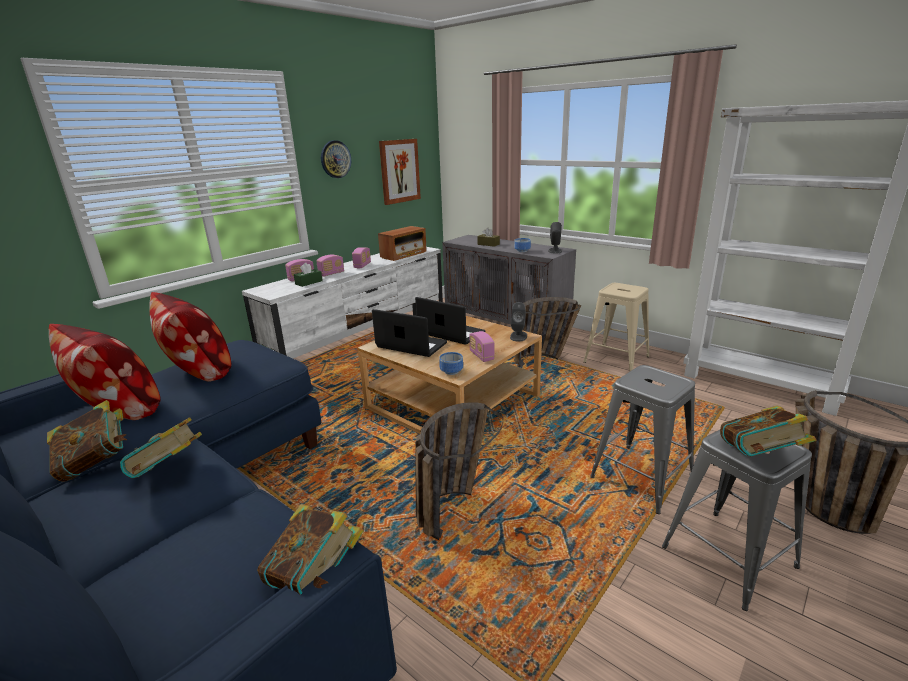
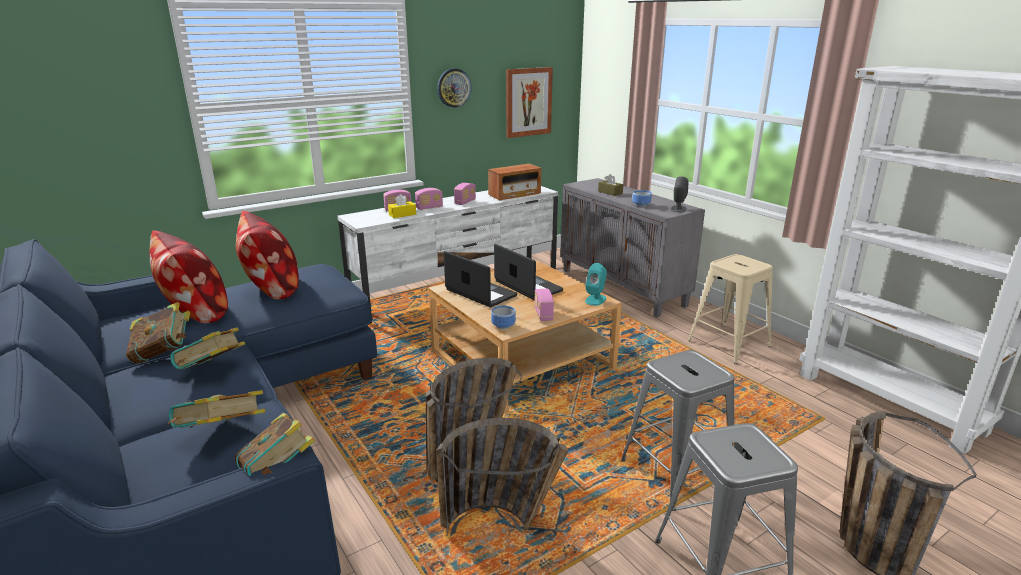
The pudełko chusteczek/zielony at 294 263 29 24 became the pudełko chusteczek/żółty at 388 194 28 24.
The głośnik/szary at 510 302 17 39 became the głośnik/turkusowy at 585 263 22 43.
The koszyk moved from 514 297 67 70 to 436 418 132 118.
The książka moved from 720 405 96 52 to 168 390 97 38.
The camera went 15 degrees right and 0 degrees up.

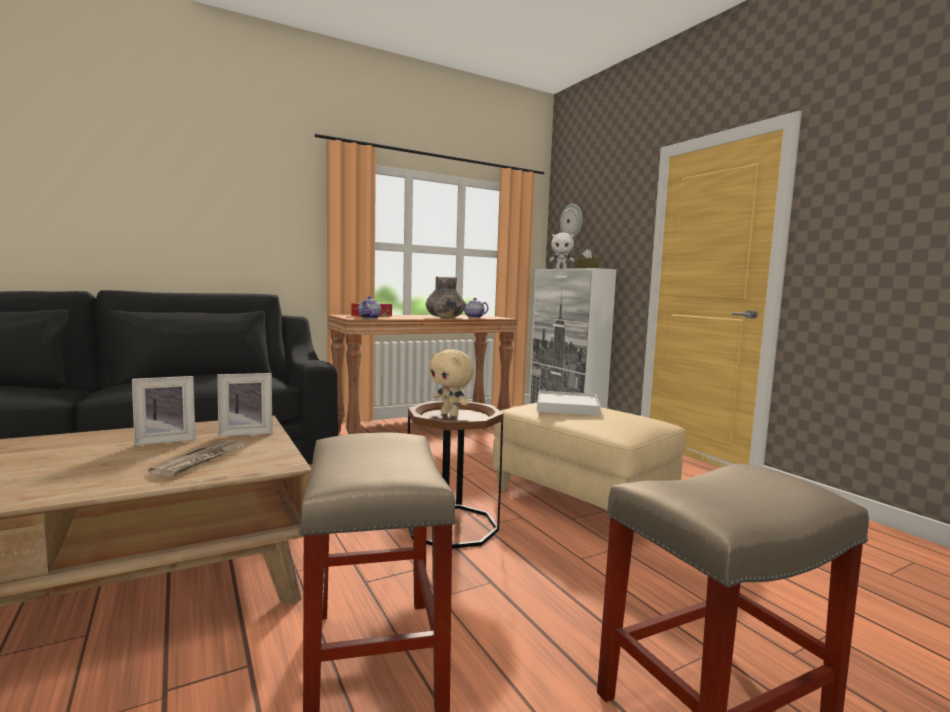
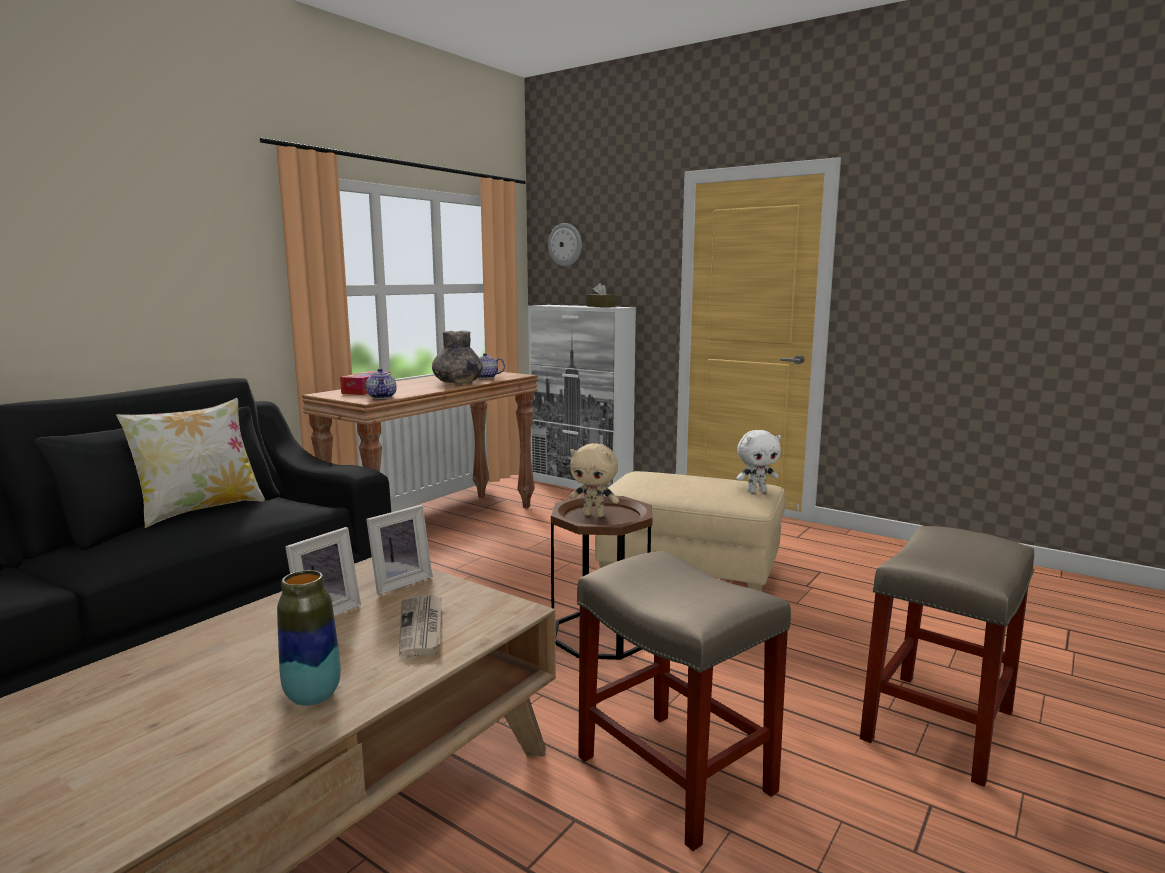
The taca/biały at 537 390 64 26 disappeared.
The pluszak/biały moved from 549 233 25 36 to 736 430 45 63.
The poduszka at 116 398 149 130 appeared.
The wazon at 277 570 64 136 appeared.
The camera went 25 degrees left and 5 degrees up.

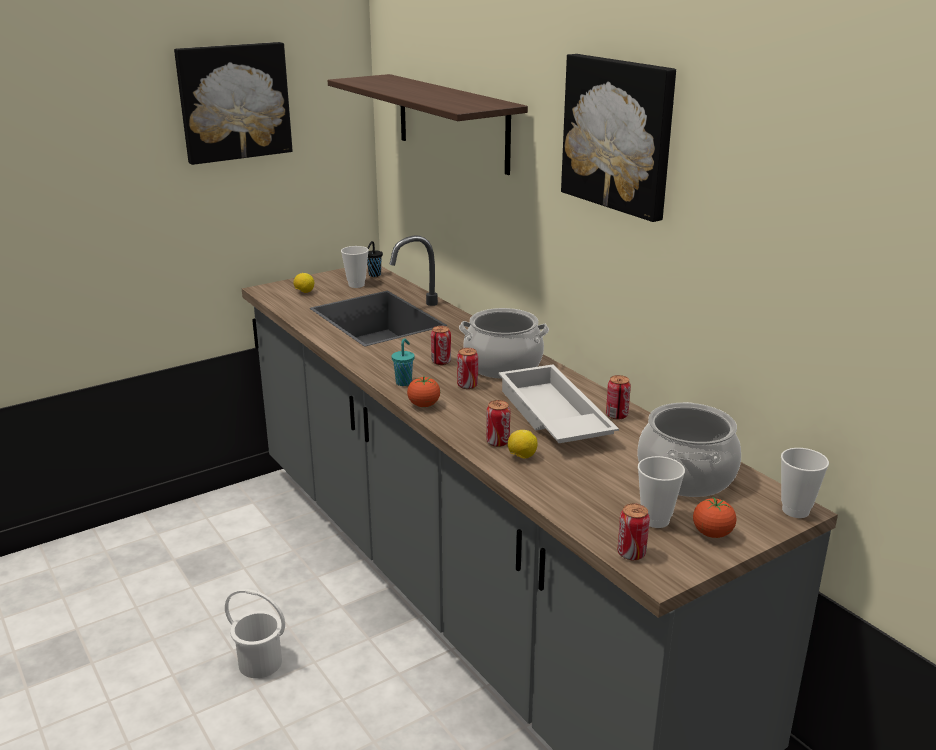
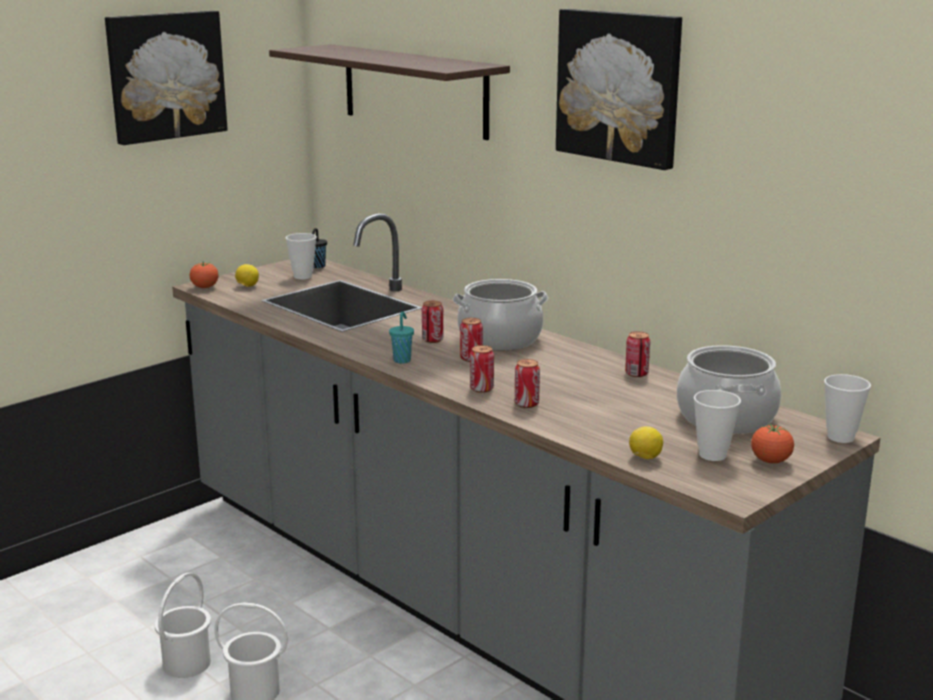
The pomidor moved from 407 376 33 31 to 190 262 29 26.
The taca/biały at 498 365 121 78 disappeared.
The cytryna moved from 508 430 30 29 to 629 426 34 33.
The puszka moved from 618 503 32 57 to 470 345 24 48.
The wiadro/biały at 154 573 57 105 appeared.
The camera went 10 degrees left and 5 degrees down.

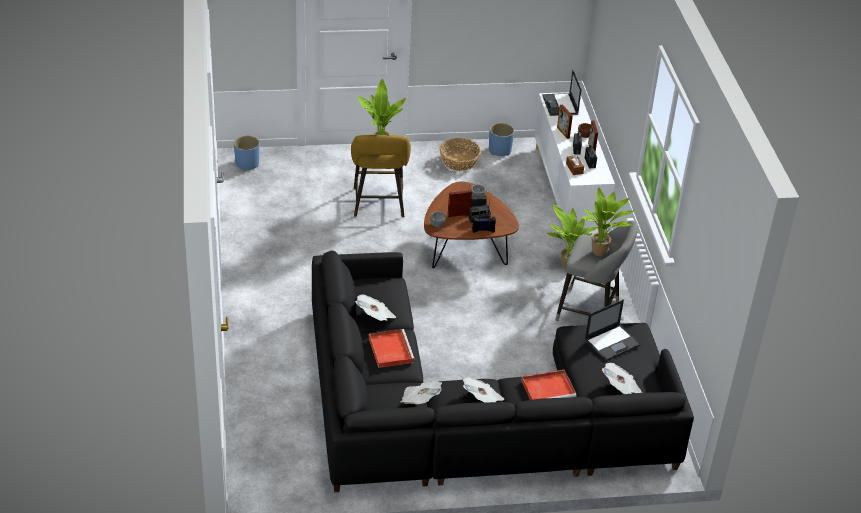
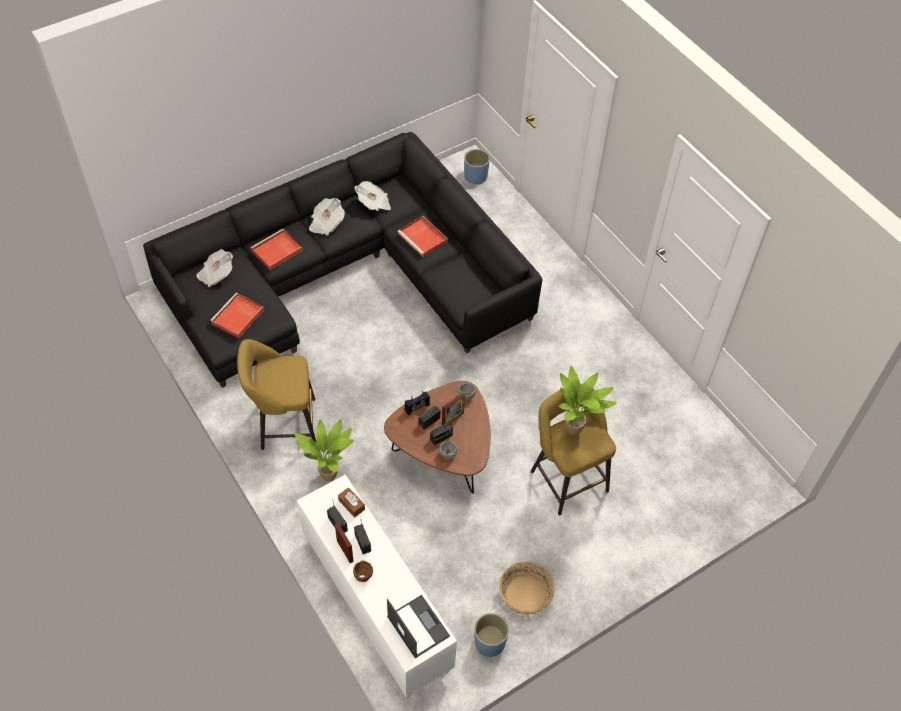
The donica/niebieski moved from 234 136 26 35 to 464 149 26 36.
The gazeta at 355 294 41 27 disappeared.
The stołek/szary at 555 221 83 100 became the stołek/żółty at 237 339 80 111.
The ramka na zdjęcie at 557 104 16 35 disappeared.
The roślina doniczkowa at 581 188 53 68 disappeared.
The laptop at 585 299 56 62 was replaced by the taca/czerwony at 210 293 54 45.
The camera went 155 degrees right and 15 degrees up.

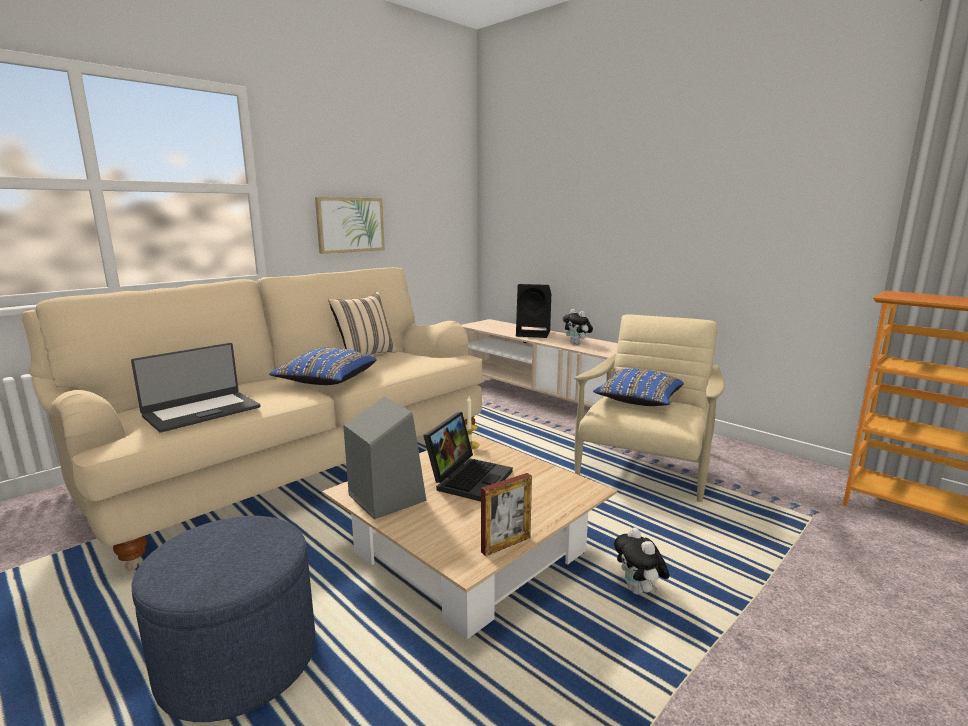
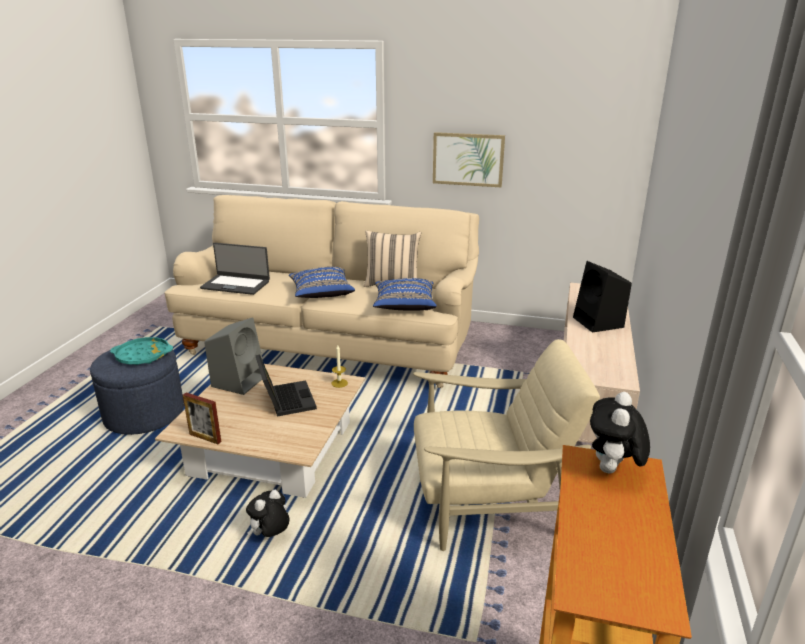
The laptop at 423 412 90 89 turned 105 degrees counterclockwise.
The pluszak moved from 563 309 30 35 to 590 392 60 81.
The poduszka/niebieski moved from 593 368 91 38 to 373 278 64 33.
The taca/turkusowy at 110 337 63 28 appeared.
The camera went 60 degrees right and 10 degrees up.

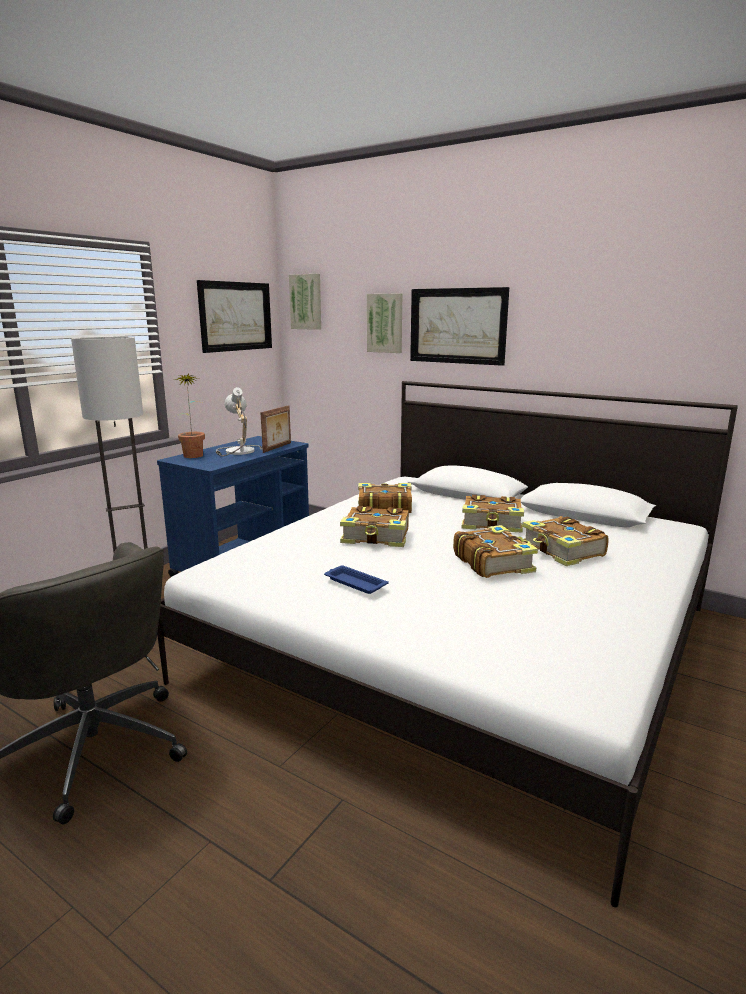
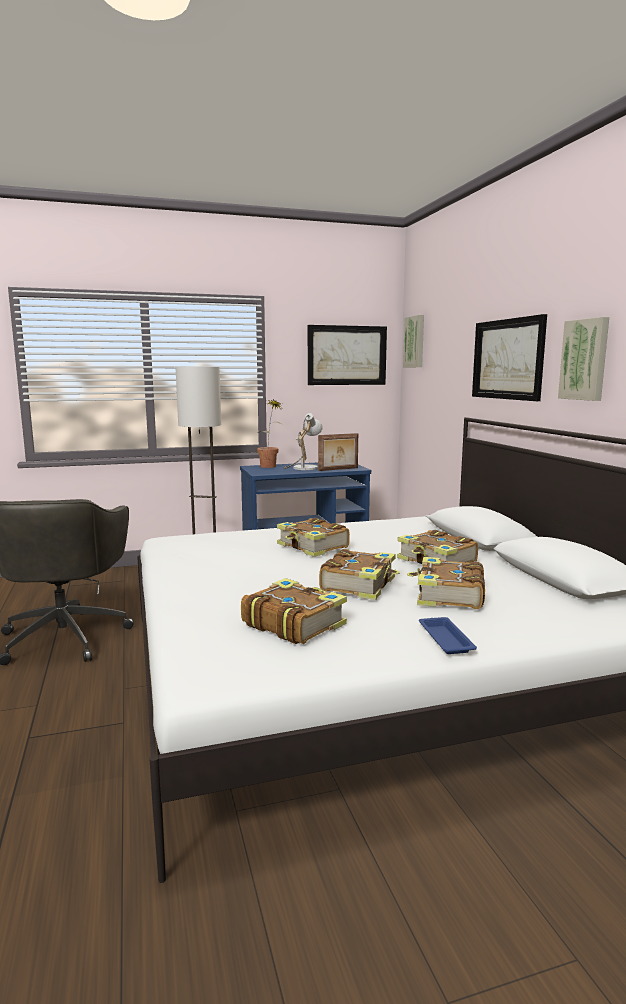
The taca/niebieski moved from 324 566 65 28 to 419 617 58 37.
The książka moved from 358 483 54 30 to 241 578 106 66.
The obraz moved from 367 293 35 60 to 558 317 51 84.
The camera went 40 degrees right and 5 degrees down.

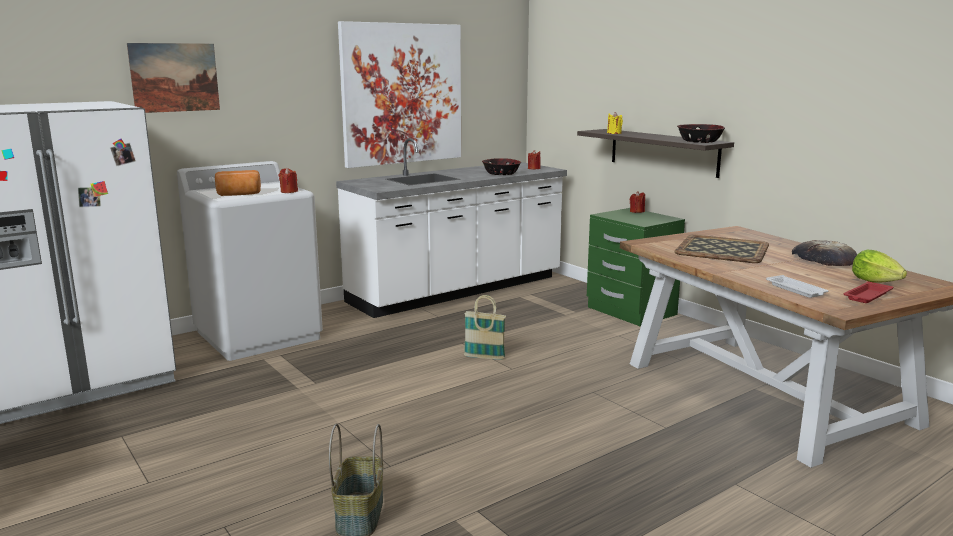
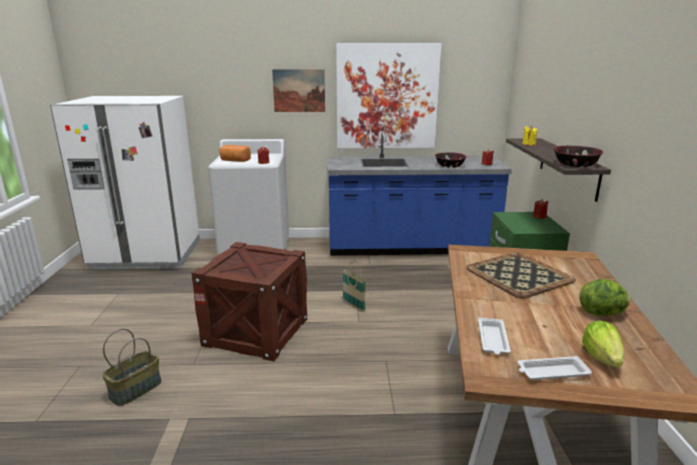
The obraz moved from 127 43 93 70 to 272 69 53 43.
The zabudowa kuchenna/biały at 336 138 231 180 became the zabudowa kuchenna/niebieski at 328 131 184 125.
The chleb at 792 240 66 26 was replaced by the sałata at 579 279 51 37.
The taca/czerwony at 844 281 49 22 became the taca/biały at 517 356 75 24.
The skrzynka at 192 242 115 120 appeared.
The camera went 35 degrees right and 5 degrees up.

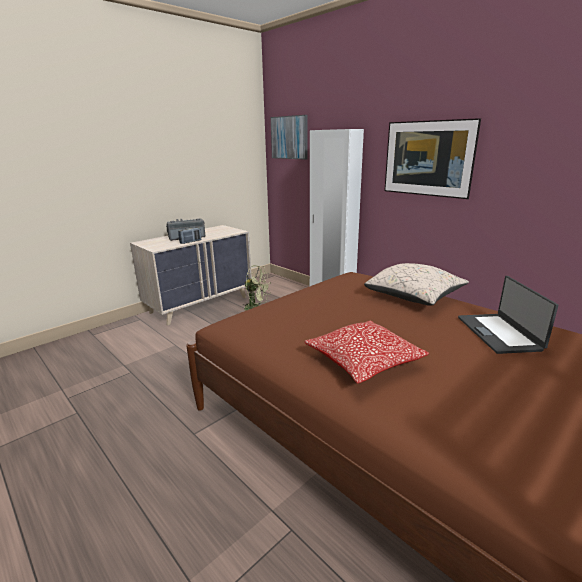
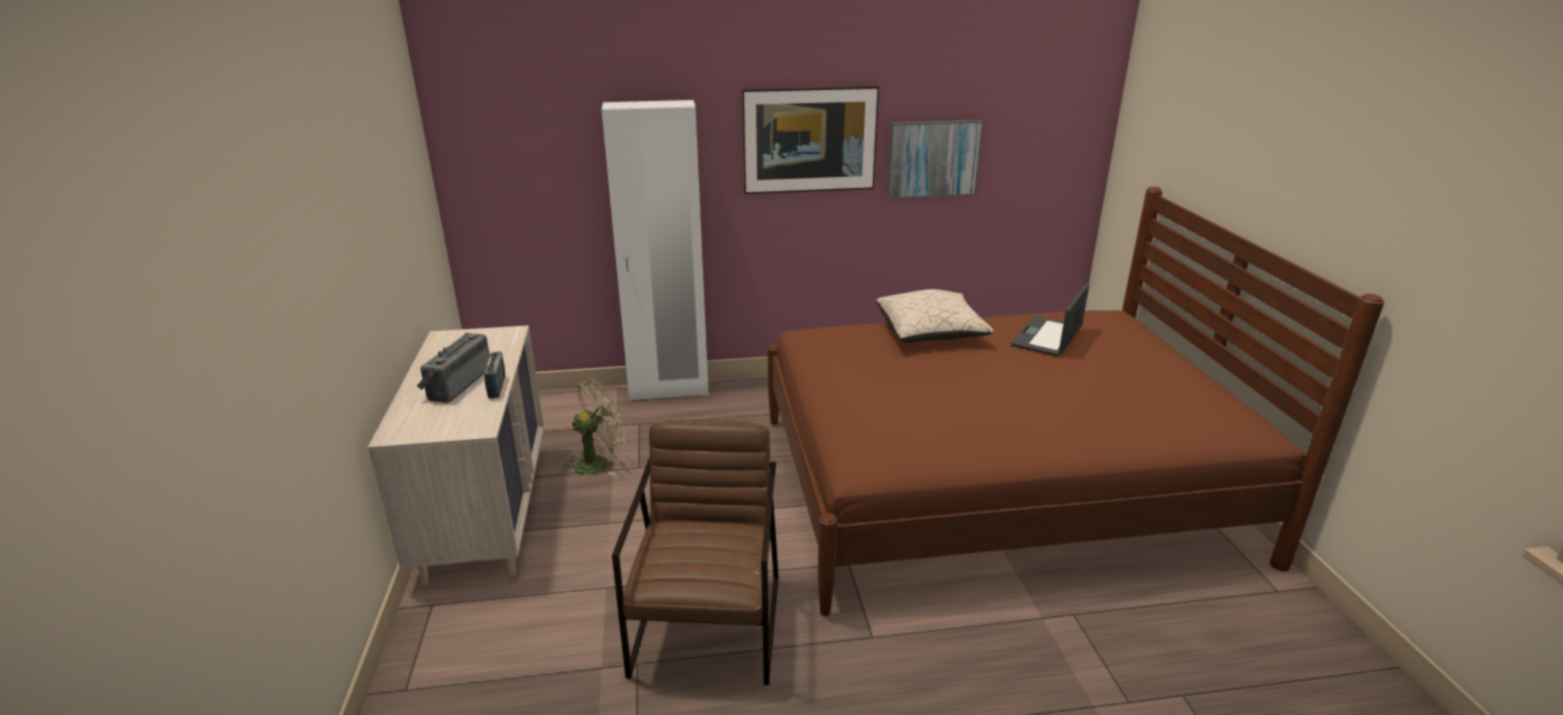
The obraz moved from 271 115 37 44 to 887 120 97 79.
The poduszka at 305 320 124 63 disappeared.
The laptop at 458 276 101 78 turned 90 degrees clockwise.
The fotel/brązowy at 612 419 167 266 appeared.
The camera went 55 degrees left and 5 degrees up.

